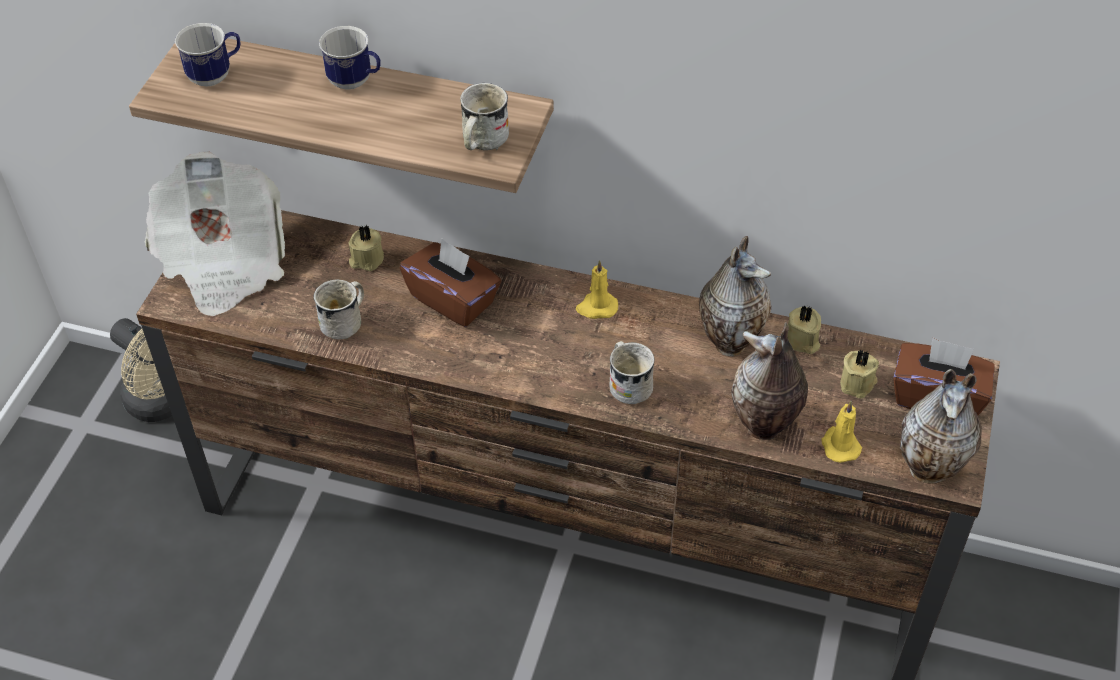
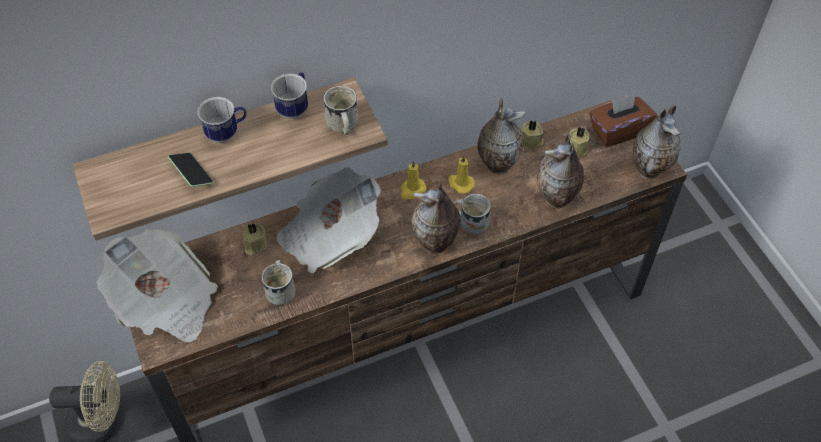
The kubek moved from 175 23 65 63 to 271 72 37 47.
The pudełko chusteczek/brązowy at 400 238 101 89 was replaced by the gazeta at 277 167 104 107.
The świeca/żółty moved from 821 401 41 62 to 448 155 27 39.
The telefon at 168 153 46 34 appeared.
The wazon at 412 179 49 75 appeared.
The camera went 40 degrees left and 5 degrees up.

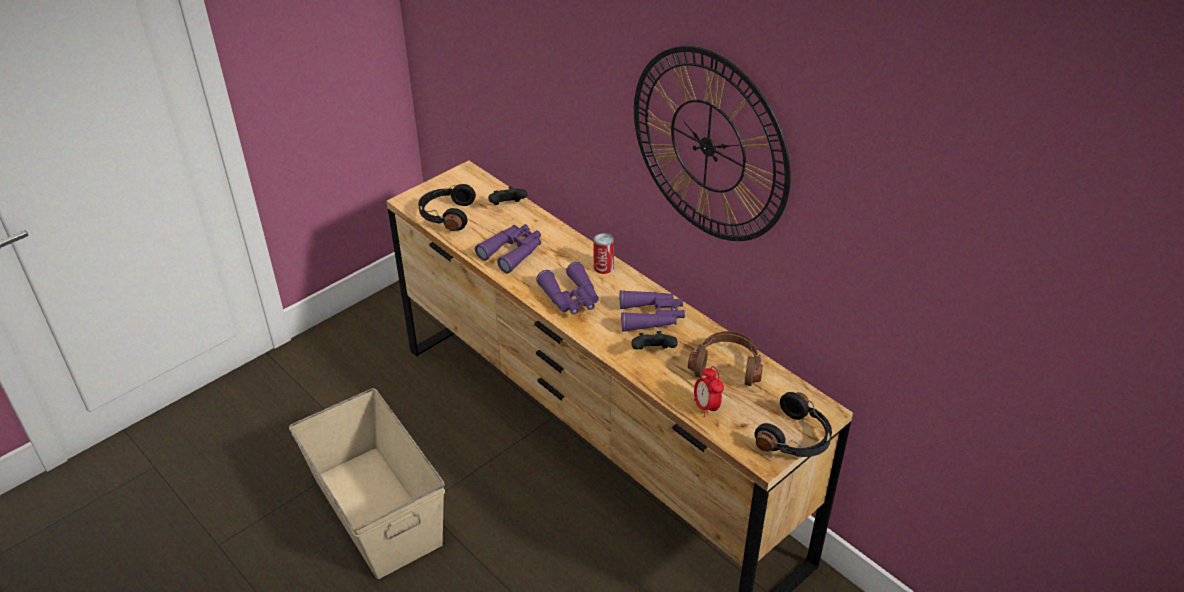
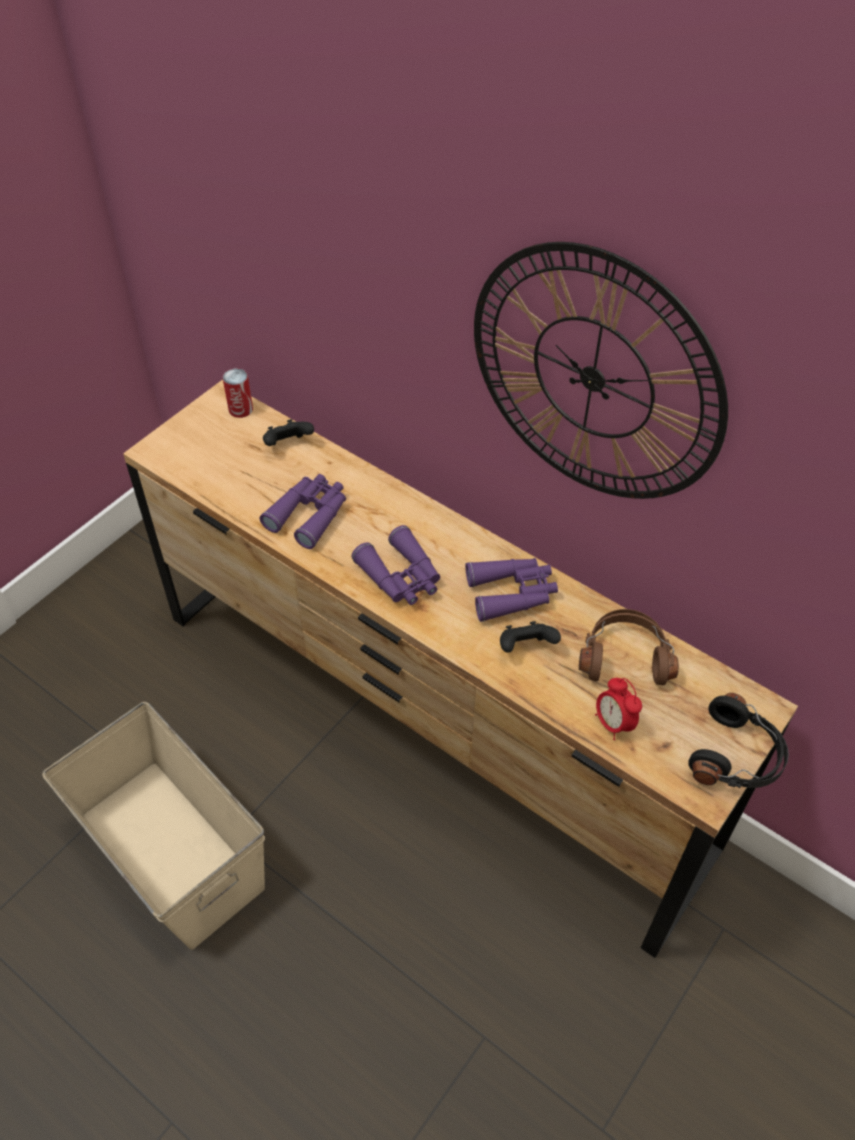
The słuchawki/czarny at 418 184 58 47 disappeared.
The puszka moved from 593 233 21 41 to 223 368 30 50.
The camera went 10 degrees left and 10 degrees up.

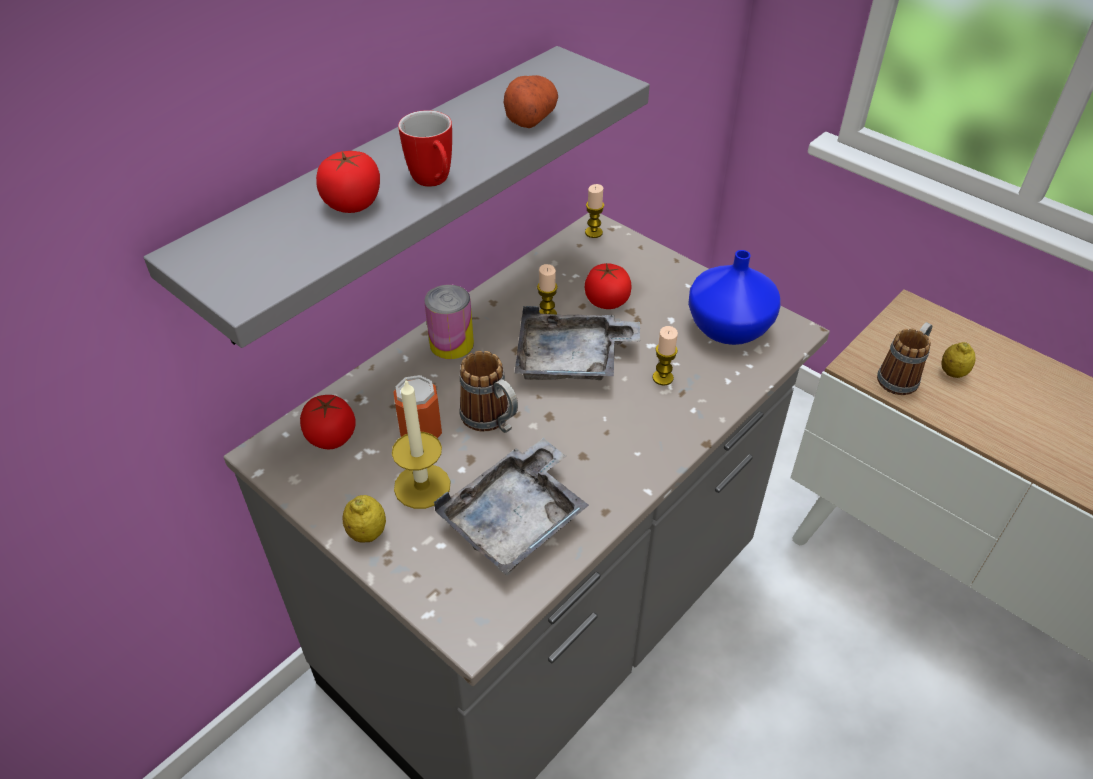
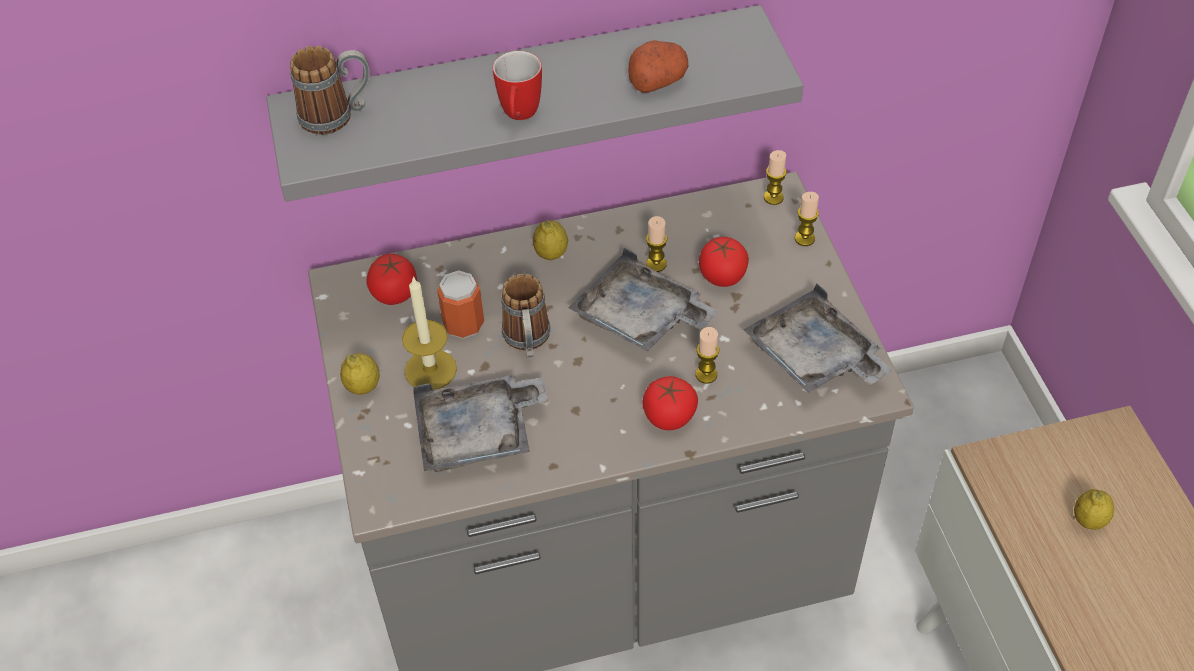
The pomidor moved from 316 151 64 62 to 643 376 55 54.
The puszka at 424 284 50 75 was replaced by the cytryna at 533 220 35 40.
The wazon/niebieski at 688 250 93 95 was replaced by the taca/szary at 743 284 150 109.
The kubek moved from 877 322 55 73 to 290 46 80 89.
The świeca at 795 192 24 54 appeared.
The camera went 35 degrees right and 5 degrees up.

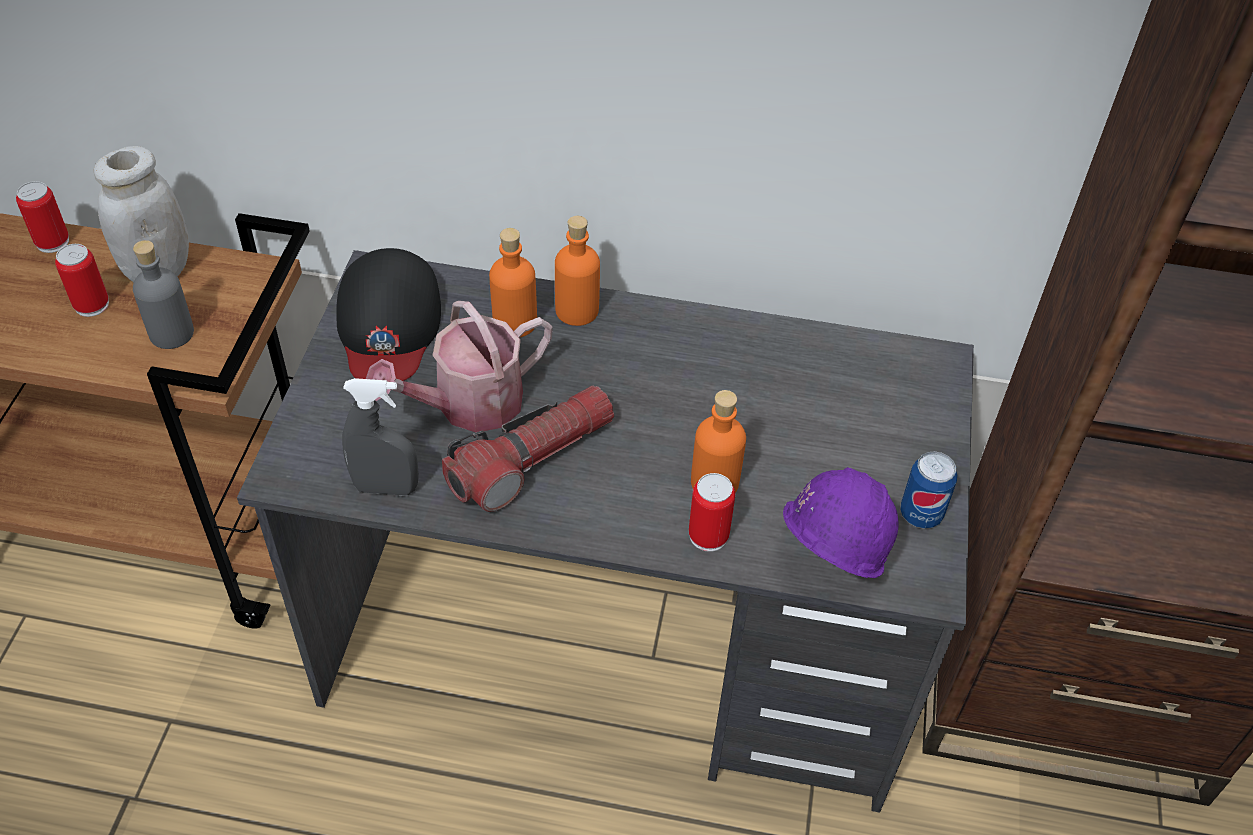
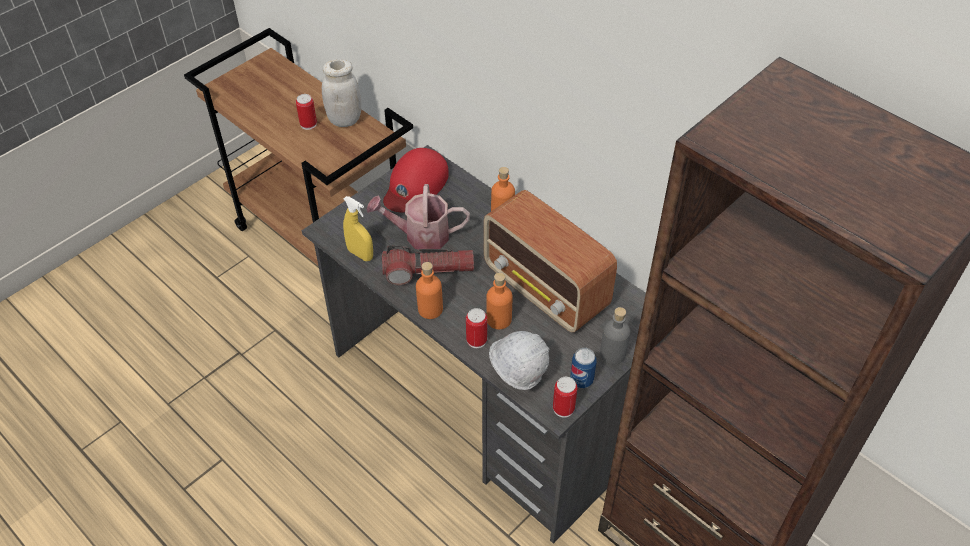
The puszka moved from 16 181 53 72 to 553 377 24 41.
The butelka/szary moved from 133 240 61 109 to 600 307 30 57.
The czapka z daszkiem/czarny at 336 248 105 133 became the czapka z daszkiem/czerwony at 383 148 66 64.
The spryskiwacz/szary at 342 378 77 118 became the spryskiwacz/żółty at 343 196 30 65.
The butelka/pomarańczowy moved from 489 228 48 109 to 416 262 27 57.
The kask/fioletowy at 783 467 116 111 became the kask/biały at 489 331 60 60.
The radio at 484 190 133 142 appeared.
The camera went 35 degrees right and 0 degrees up.

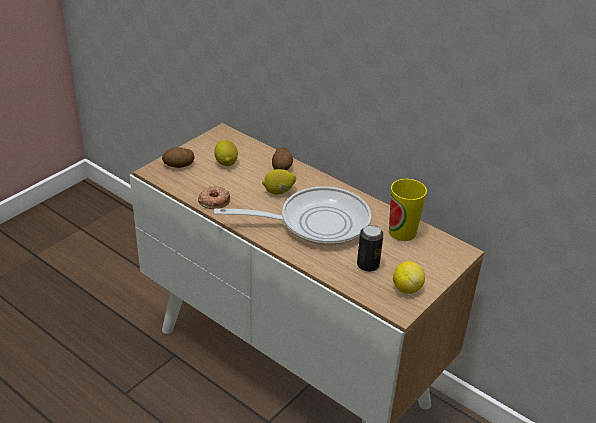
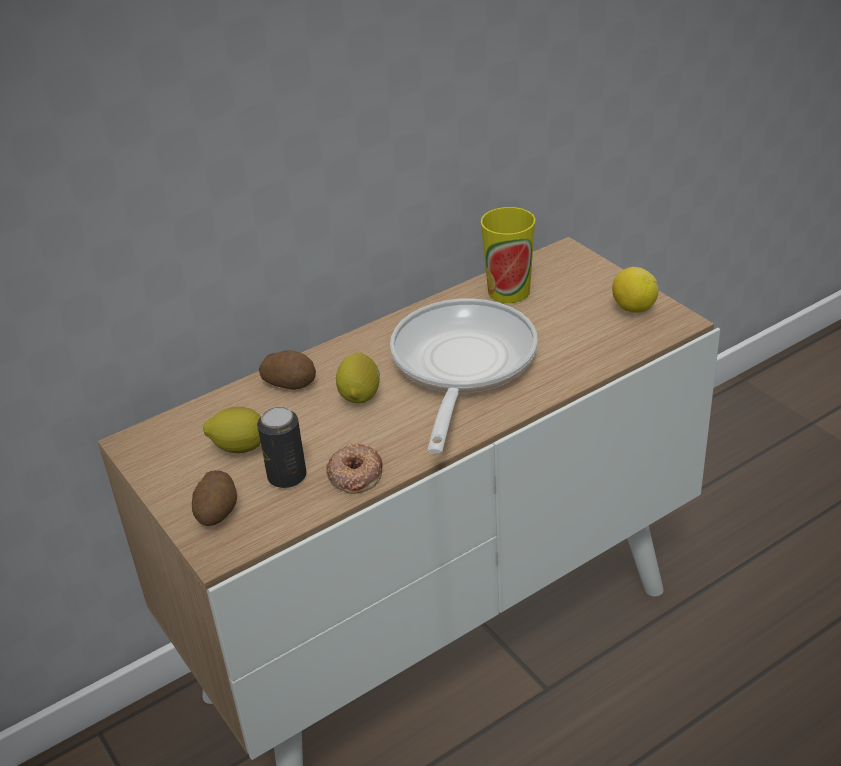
The puszka moved from 357 225 27 47 to 257 407 49 81.
The camera went 70 degrees left and 0 degrees up.

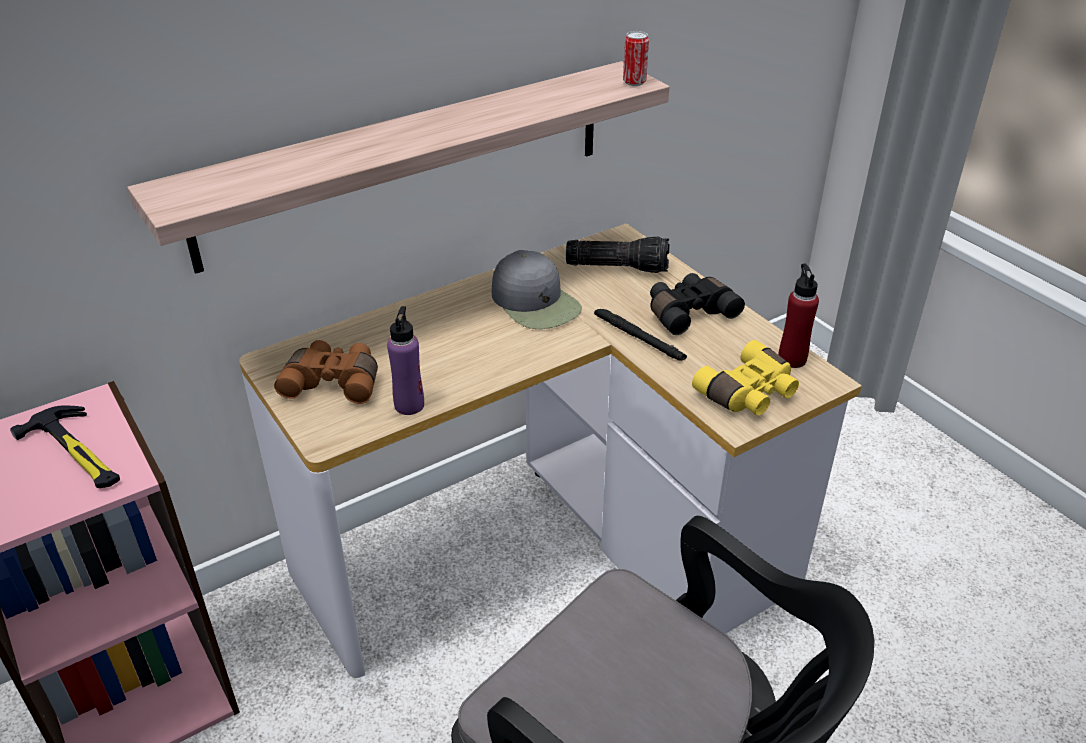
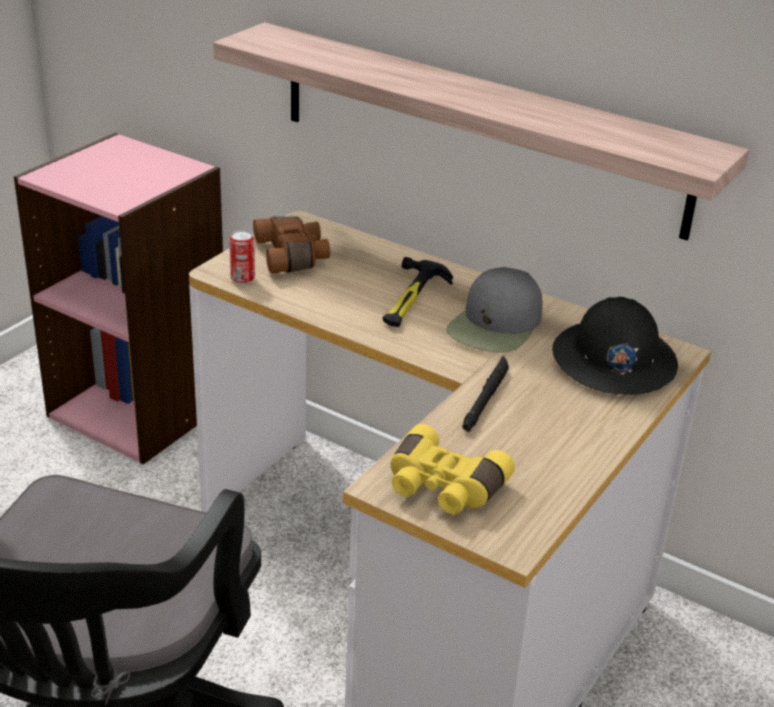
The młotek moved from 10 406 110 82 to 383 257 70 70.
The butelka/fioletowy at 387 306 37 109 disappeared.
The latarka at 566 237 103 36 was replaced by the kask/czarny at 552 297 126 98.
The puszka moved from 623 31 26 55 to 229 230 26 54.
The lornetka/czarny at 650 273 95 62 disappeared.
The butelka/czerwony at 778 264 41 104 disappeared.
The camera went 65 degrees right and 5 degrees down.

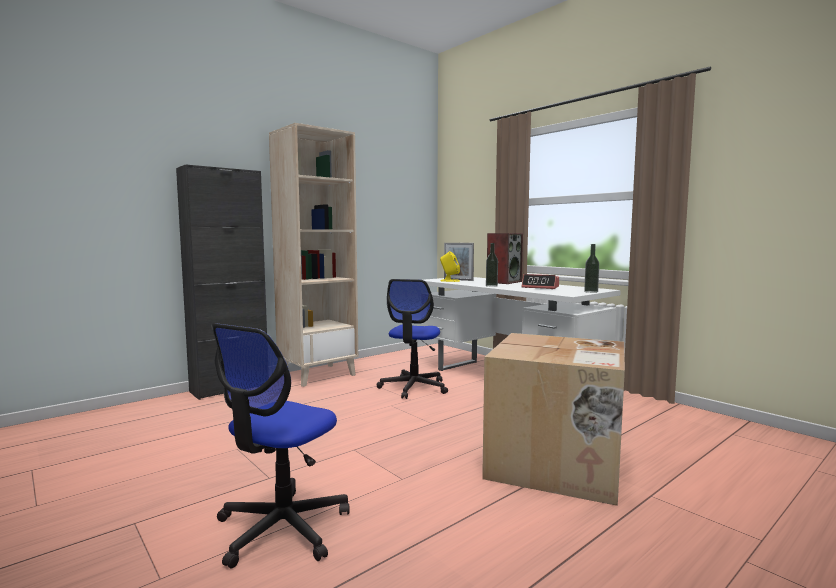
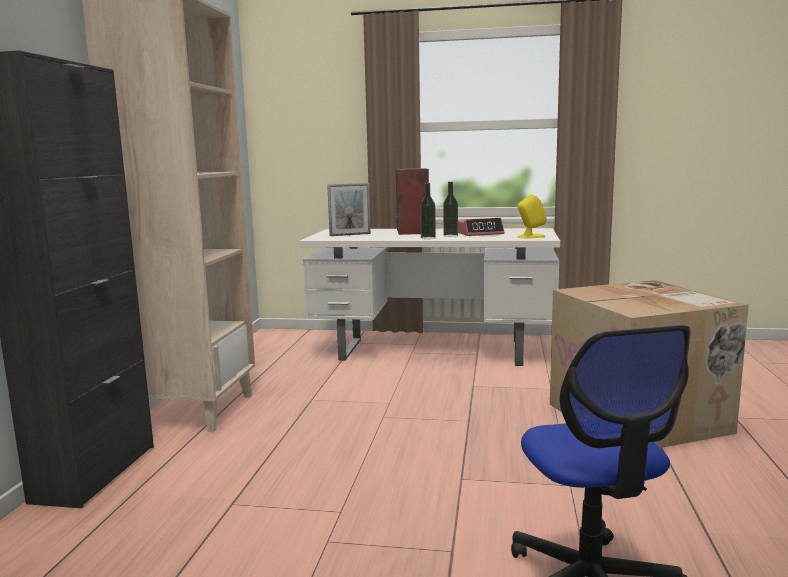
The krzesło biurowe at 376 279 72 120 disappeared.
The głośnik/żółty moved from 440 251 20 31 to 518 194 29 44.
The butelka moved from 584 244 15 49 to 443 182 15 55.
The camera went 40 degrees left and 5 degrees up.

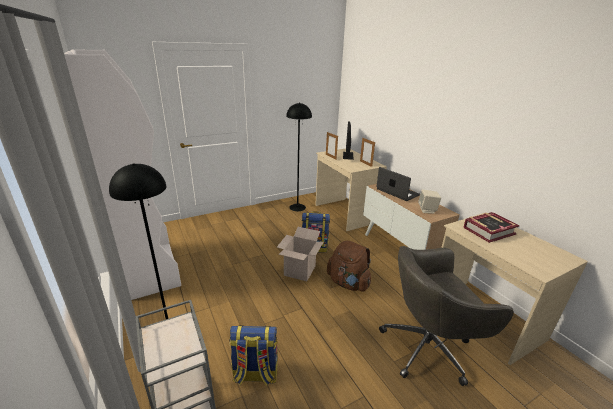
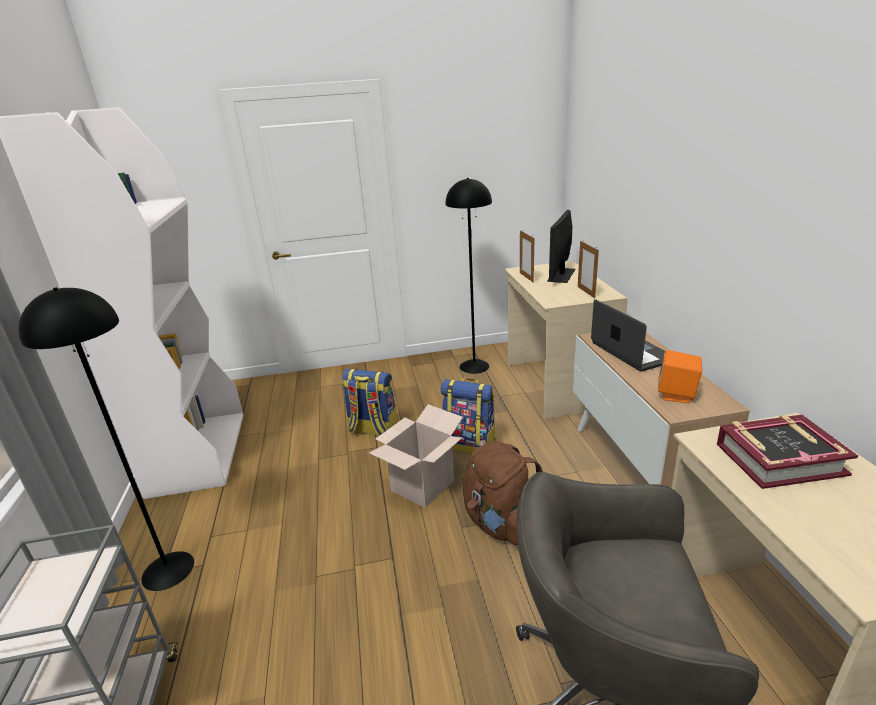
The plecak moved from 229 325 49 61 to 342 369 56 67.
The głośnik/beżowy at 418 189 23 25 became the głośnik/pomarańczowy at 658 350 44 53.
The camera went 20 degrees right and 0 degrees up.

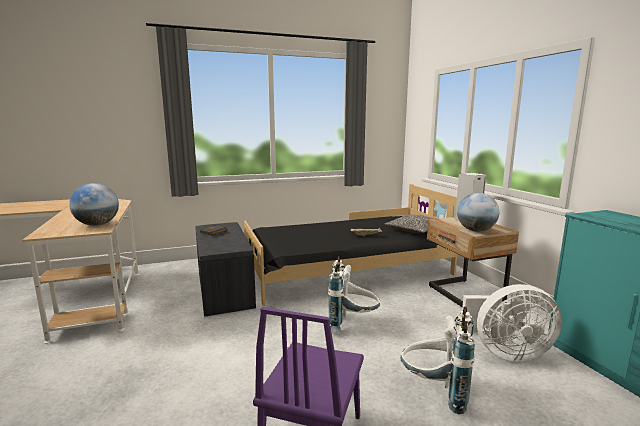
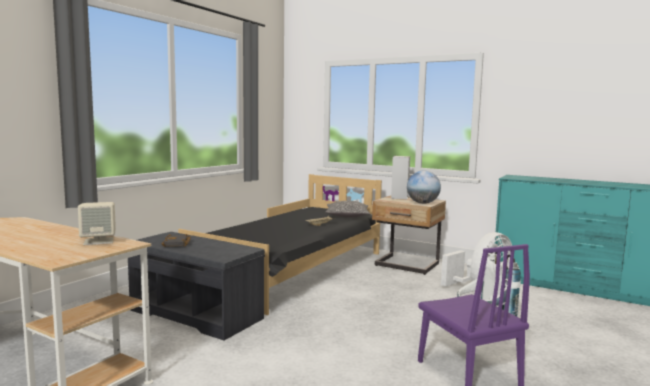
The globus at 69 183 50 43 was replaced by the głośnik/beżowy at 78 202 38 43.
The plecak/biały at 328 256 53 75 disappeared.
The camera went 40 degrees left and 5 degrees down.

